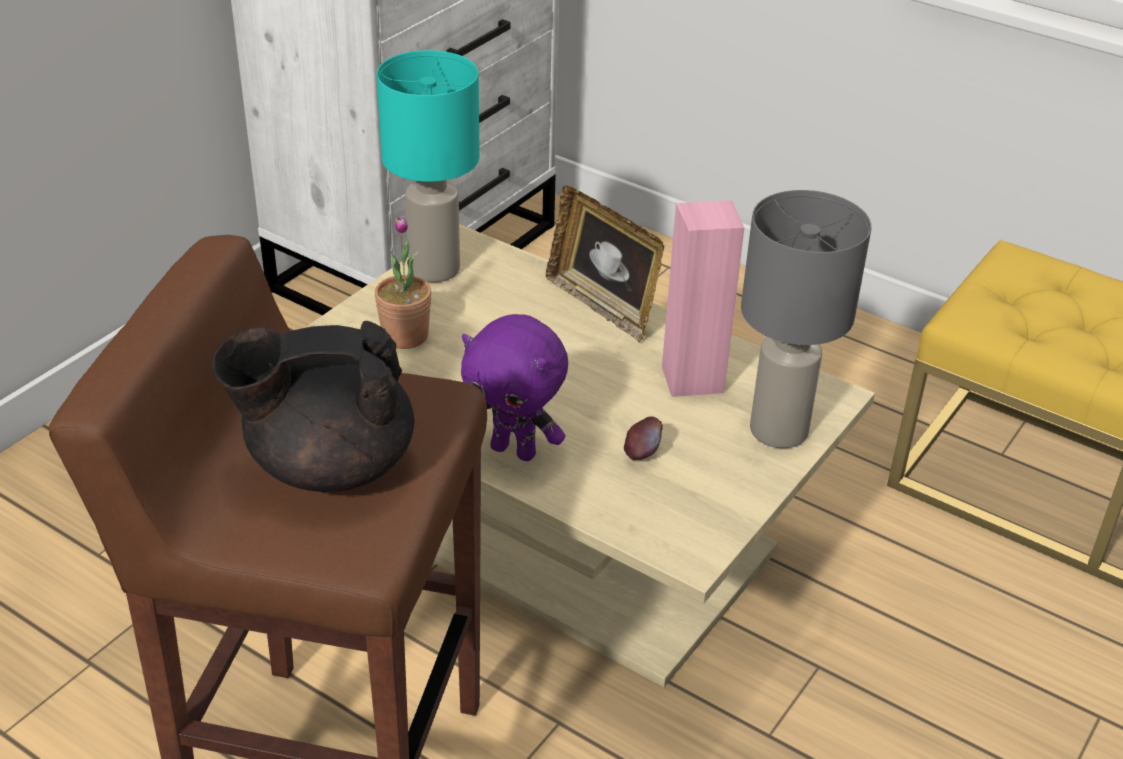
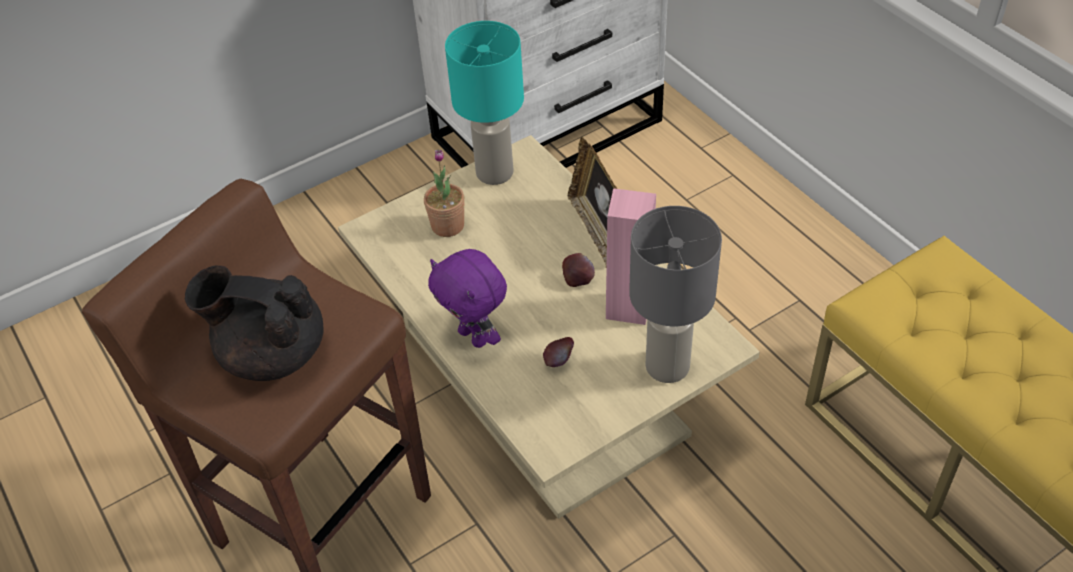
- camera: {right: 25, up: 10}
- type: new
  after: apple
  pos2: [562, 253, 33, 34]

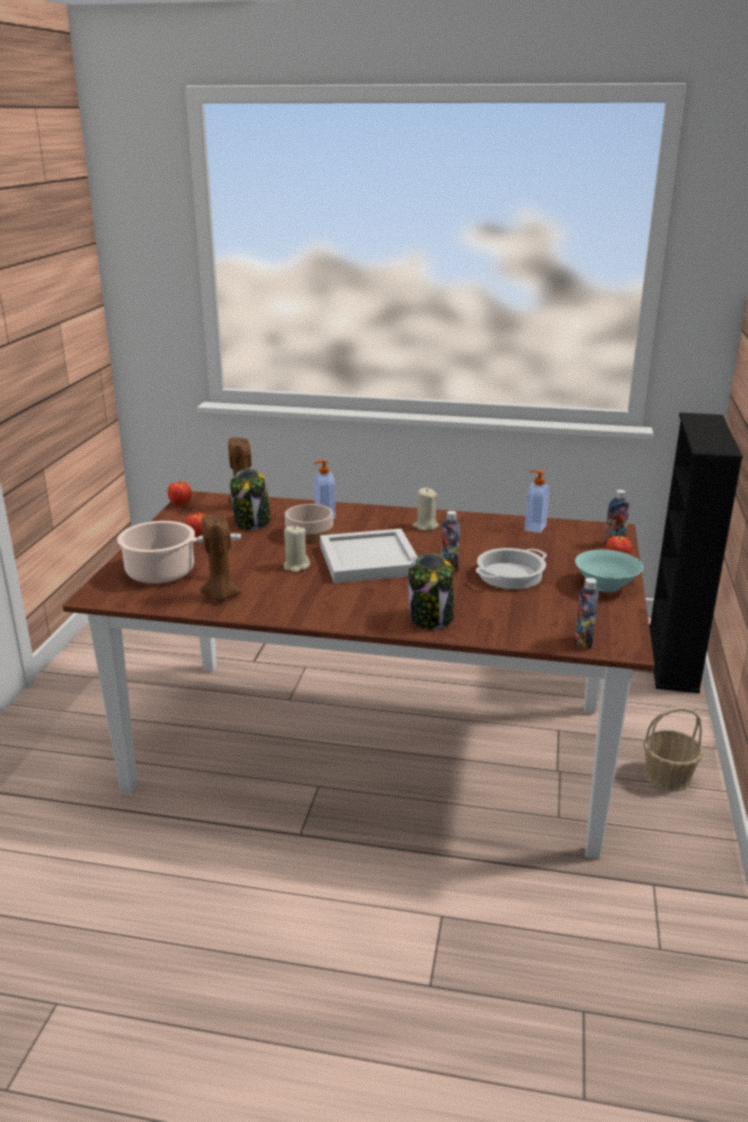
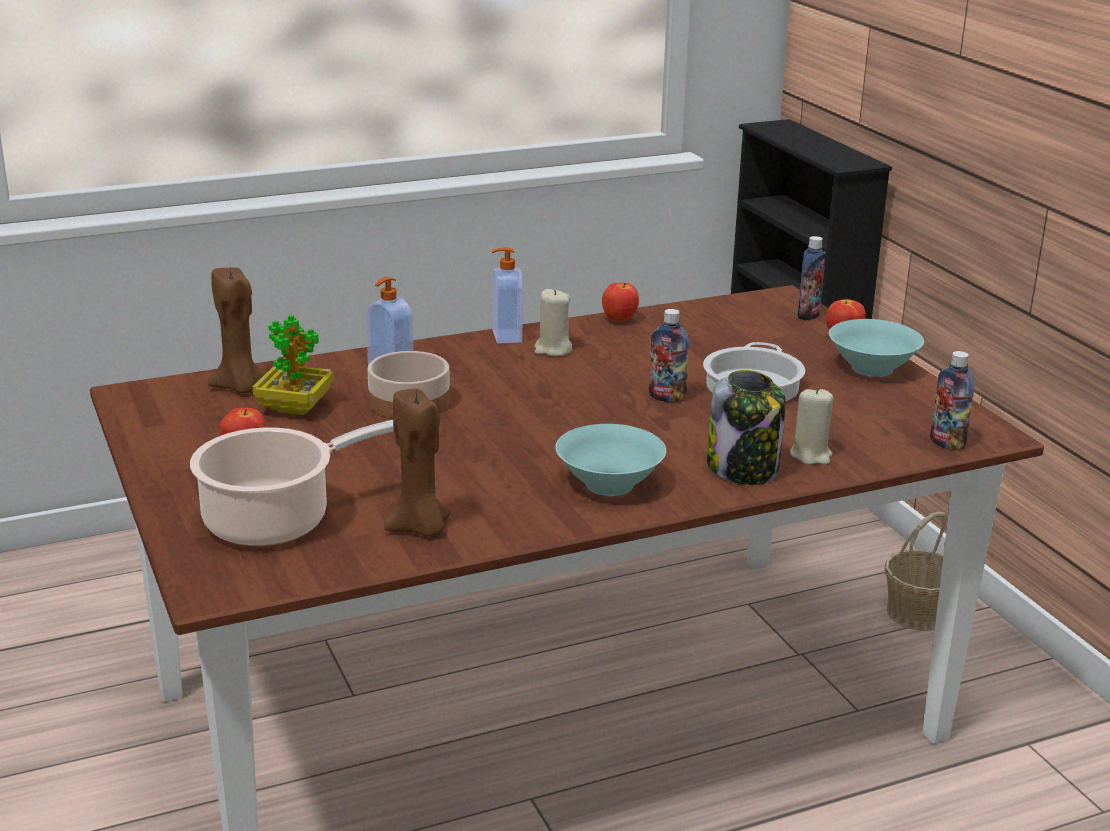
- camera: {right: -35, up: 0}
- type: gone
  before: white tray
  pos1: [320, 529, 98, 55]
- type: new
  after: turquoise bowl
  pos2: [555, 424, 111, 72]
- type: shifted
  before: apple
  pos1: [168, 481, 24, 25]
  pos2: [602, 282, 37, 40]
- type: shifted
  before: beige candle
  pos1: [284, 525, 26, 48]
  pos2: [790, 387, 43, 78]
- type: shifted
  before: soap dispenser
  pos1: [525, 470, 25, 63]
  pos2: [492, 247, 31, 97]
- type: swapped
  before: jar
  after: potted plant
  pos1: [230, 469, 41, 61]
  pos2: [252, 315, 82, 100]

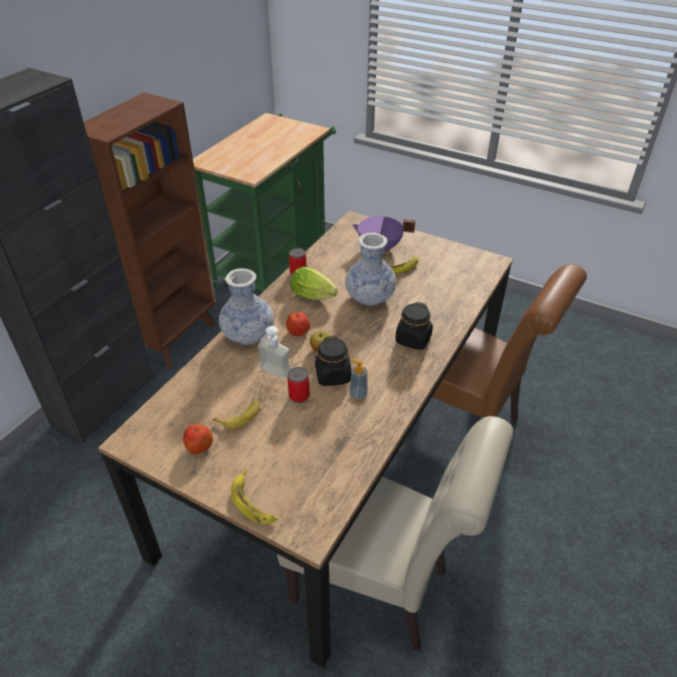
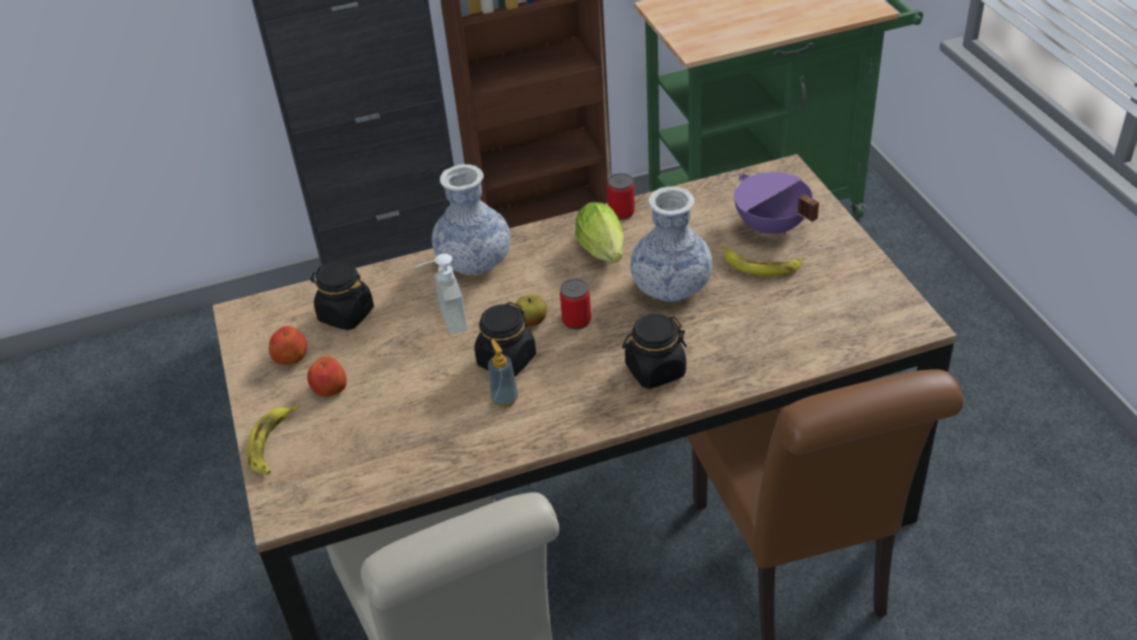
- camera: {right: 45, up: 0}
- type: gone
  before: banana
  pos1: [213, 399, 47, 30]
- type: new
  after: black jar
  pos2: [310, 261, 64, 69]
- type: shifted
  before: apple
  pos1: [286, 311, 24, 25]
  pos2: [307, 356, 40, 41]
- type: shifted
  before: can
  pos1: [287, 367, 23, 36]
  pos2: [560, 279, 31, 51]

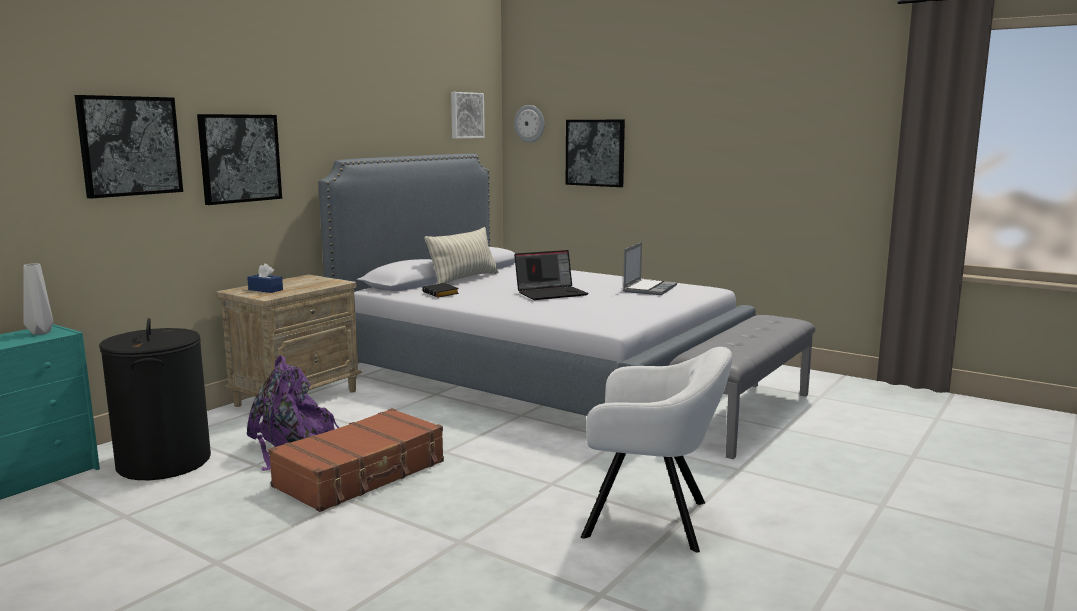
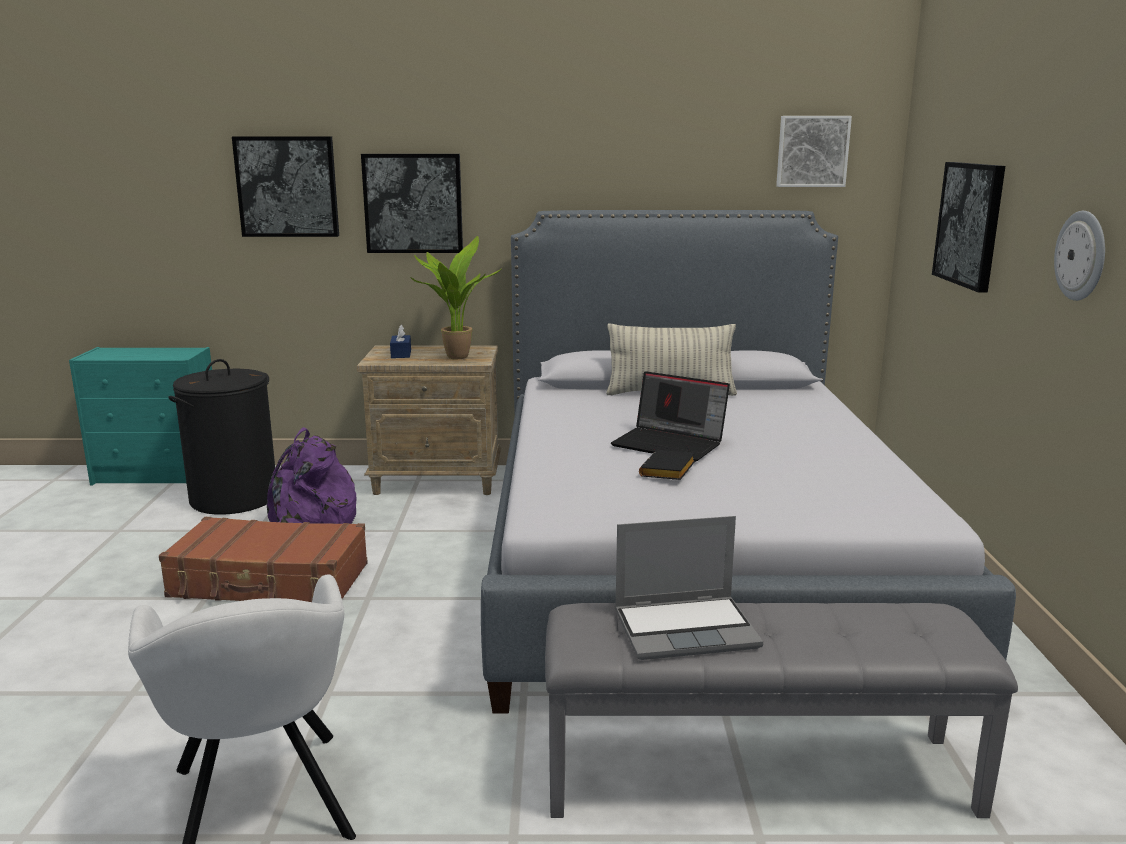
- camera: {right: 55, up: 5}
- type: gone
  before: grey vase
  pos1: [23, 263, 30, 72]
- type: new
  after: potted plant
  pos2: [410, 236, 93, 124]
- type: shifted
  before: black book
  pos1: [422, 283, 37, 15]
  pos2: [639, 450, 56, 30]
- type: shifted
  before: wall clock
  pos1: [514, 105, 30, 38]
  pos2: [1054, 211, 51, 90]
- type: shifted
  before: laptop
  pos1: [623, 242, 54, 53]
  pos2: [615, 516, 148, 144]

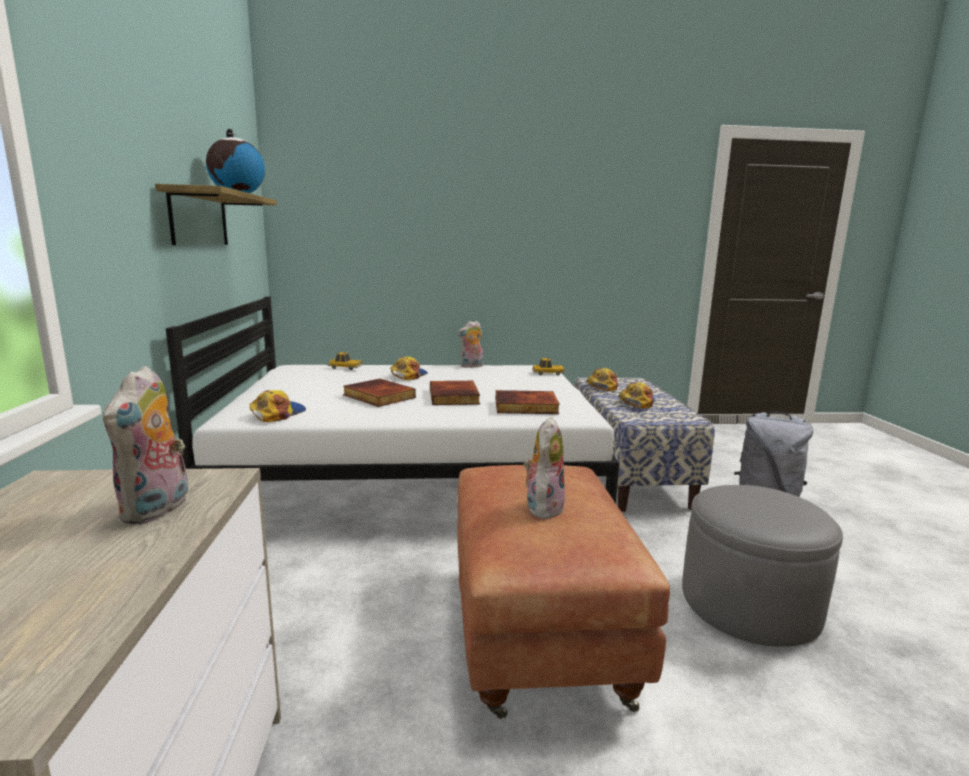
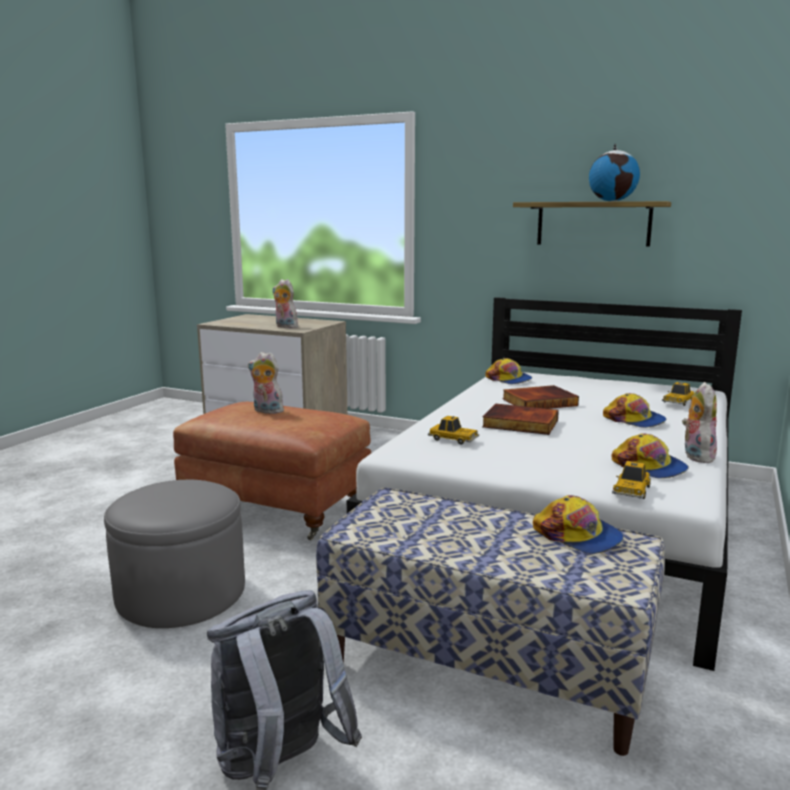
- camera: {right: 120, up: 0}
- type: shifted
  before: cap
  pos1: [619, 383, 37, 26]
  pos2: [612, 433, 77, 45]
- type: swapped
  before: book
  after: toy car
  pos1: [495, 390, 65, 24]
  pos2: [428, 416, 51, 29]
- type: rotated
  before: plush toy
  pos1: [524, 416, 41, 103]
  pos2: [248, 352, 36, 62]
  turn: 150

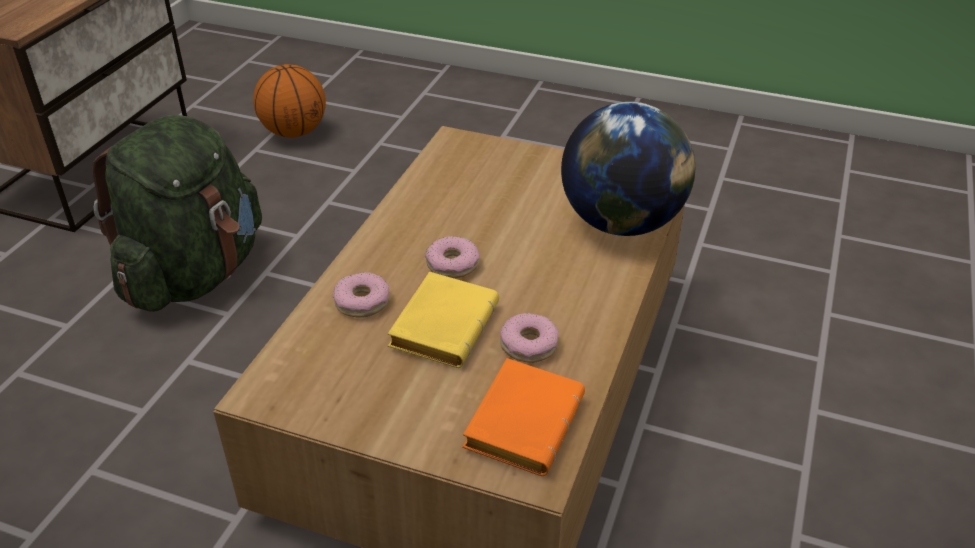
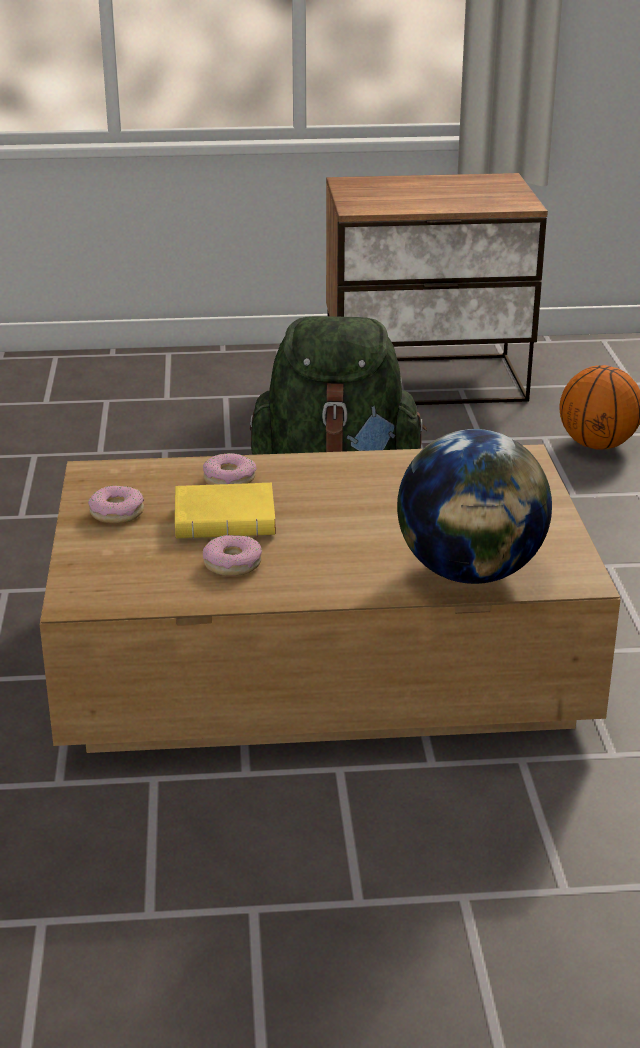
- camera: {right: 65, up: -10}
- type: gone
  before: orange book
  pos1: [462, 358, 123, 118]
- type: shifted
  before: donut
  pos1: [425, 236, 55, 42]
  pos2: [88, 486, 56, 38]

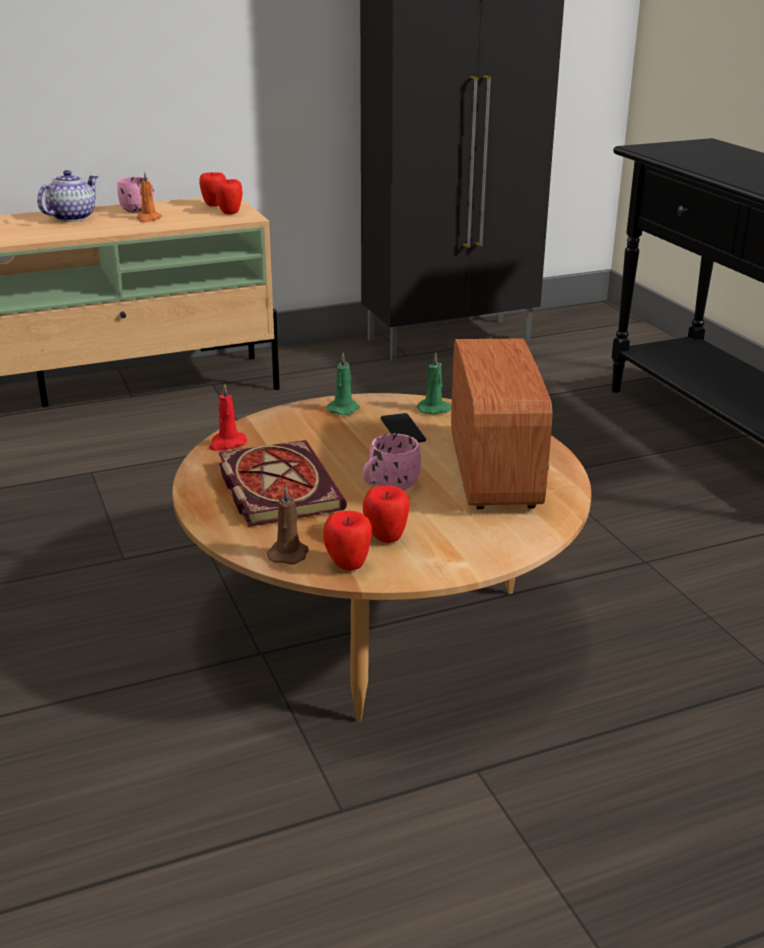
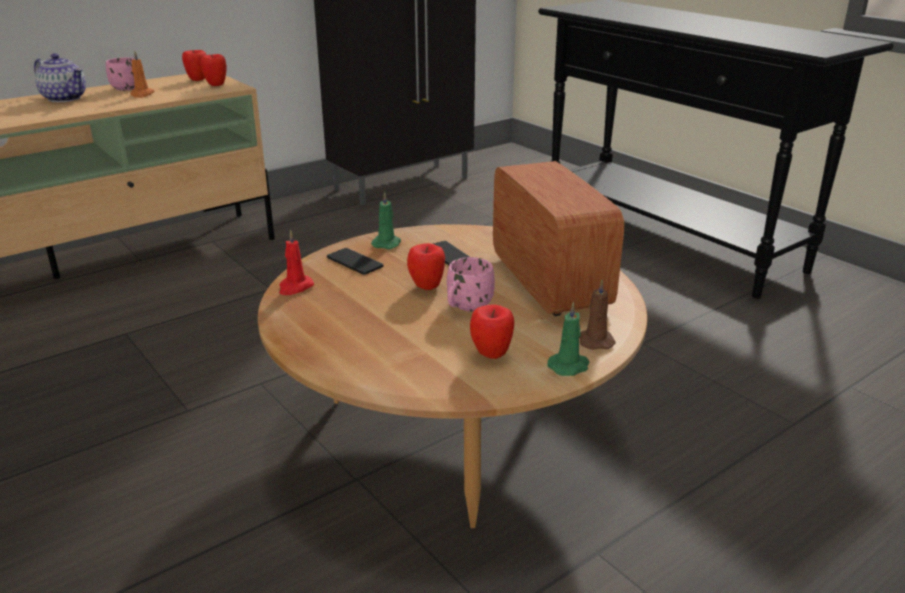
- camera: {right: -15, up: 0}
- type: gone
  before: book
  pos1: [218, 440, 129, 87]
- type: new
  after: phone
  pos2: [327, 248, 56, 27]
- type: shifted
  before: brown candle
  pos1: [267, 486, 42, 79]
  pos2: [579, 279, 37, 71]
- type: shifted
  before: apple
  pos1: [323, 511, 49, 60]
  pos2: [407, 243, 38, 47]
- type: shifted
  before: green candle
  pos1: [417, 353, 35, 61]
  pos2: [547, 302, 42, 74]
- type: rotated
  before: teapot
  pos1: [37, 170, 61, 52]
  pos2: [34, 53, 52, 49]
  turn: 105

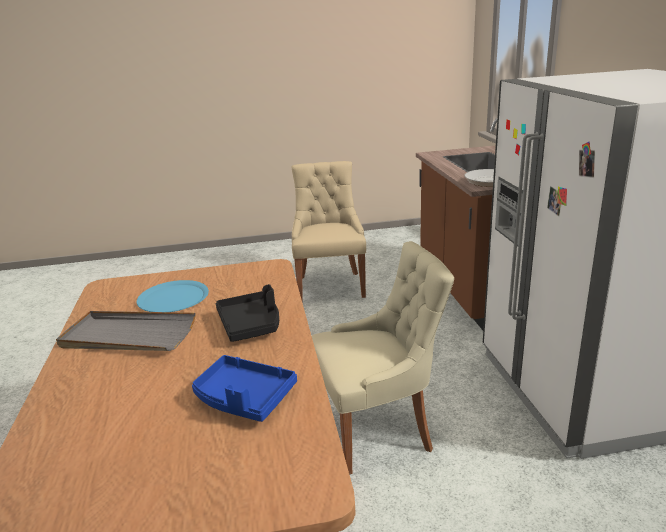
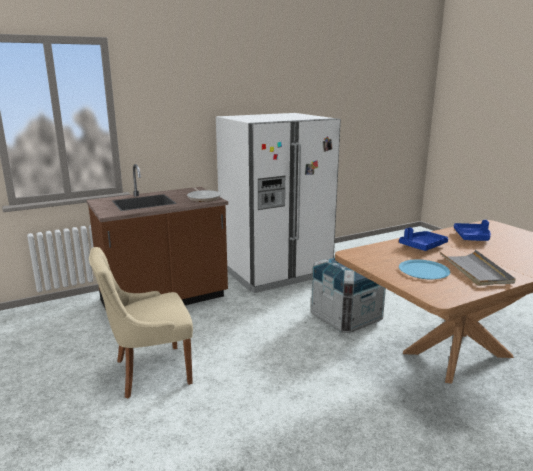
- camera: {right: -110, up: -5}
- type: swapped
  before: beige chair
  after: crate
  pos1: [312, 241, 142, 234]
  pos2: [311, 258, 75, 75]
- type: repainted
  before: black tray
  after: blue tray
  pos1: [216, 284, 63, 58]
  pos2: [399, 227, 49, 24]

